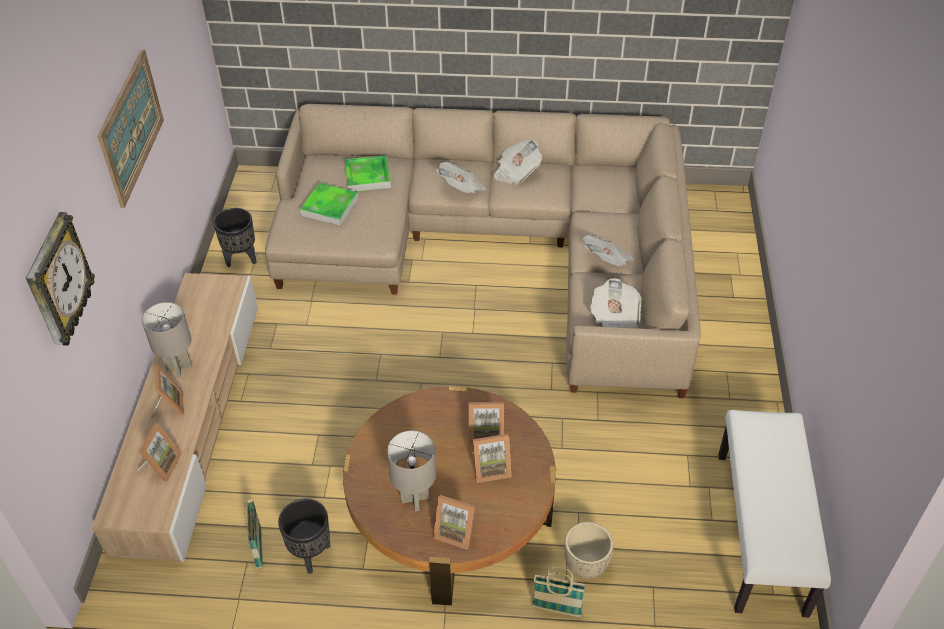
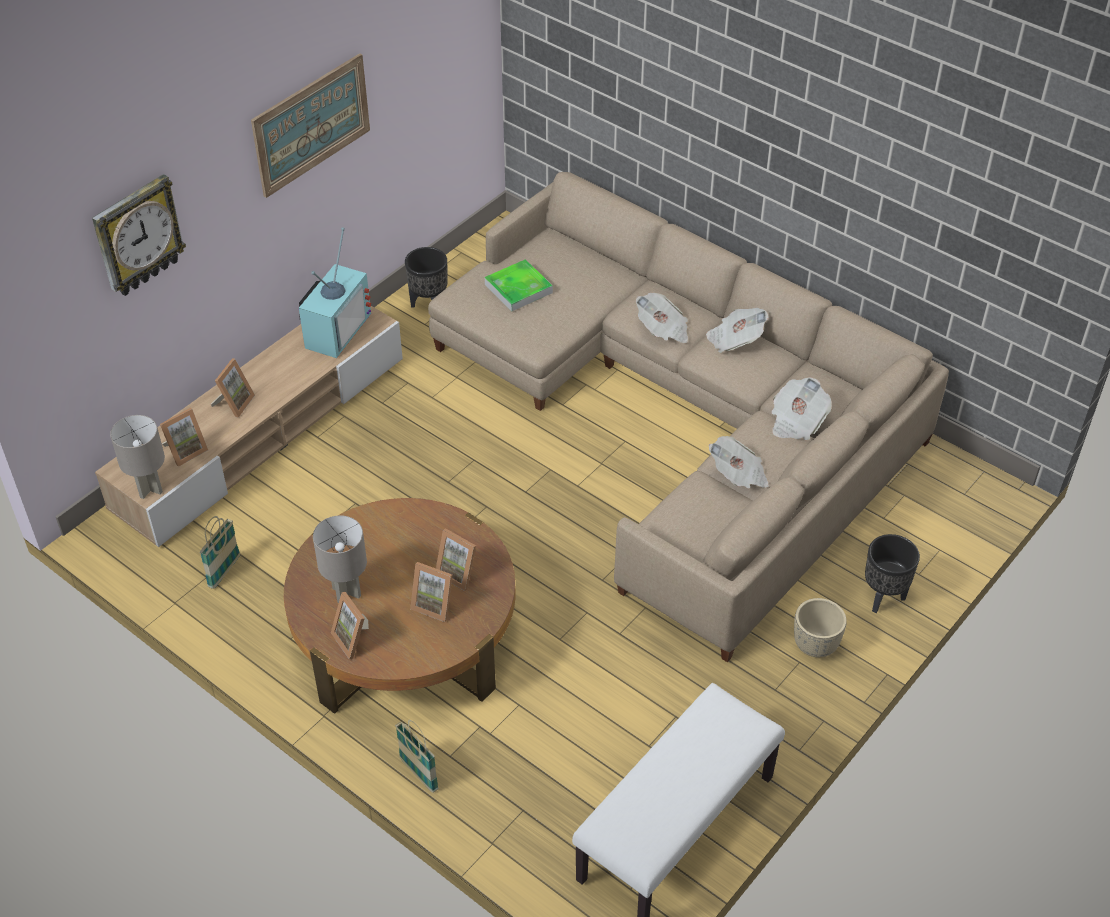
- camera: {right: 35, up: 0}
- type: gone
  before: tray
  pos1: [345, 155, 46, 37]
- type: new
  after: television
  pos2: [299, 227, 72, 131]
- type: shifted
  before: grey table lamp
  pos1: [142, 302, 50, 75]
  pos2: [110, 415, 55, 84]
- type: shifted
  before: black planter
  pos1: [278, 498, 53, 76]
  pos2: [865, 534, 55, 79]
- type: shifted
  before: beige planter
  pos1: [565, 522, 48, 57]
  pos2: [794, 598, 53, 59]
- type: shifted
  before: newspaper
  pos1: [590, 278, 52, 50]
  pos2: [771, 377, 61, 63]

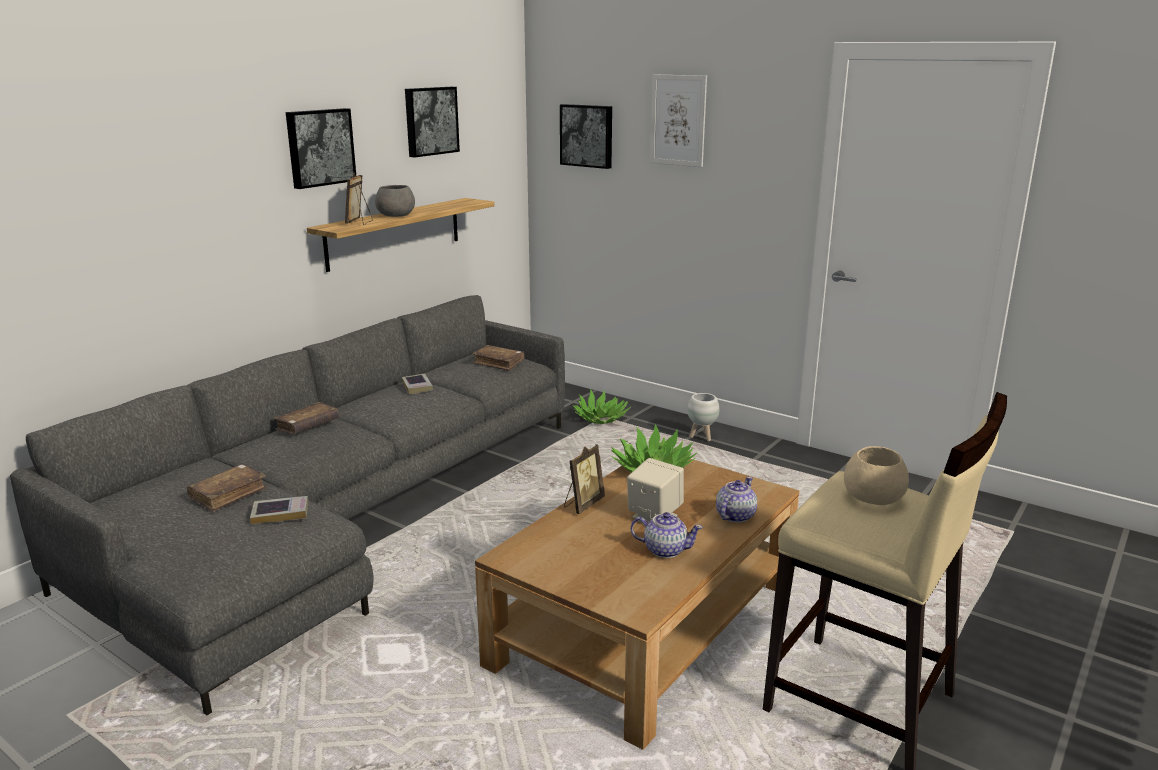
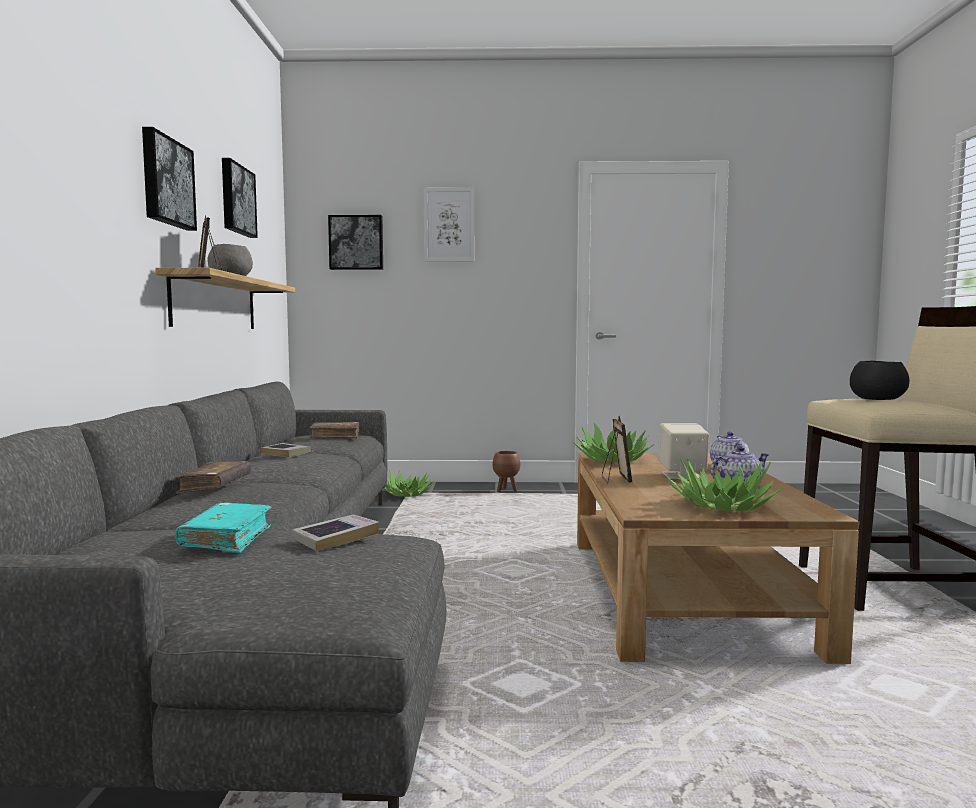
- camera: {right: -35, up: -15}
- type: new
  after: potted plant
  pos2: [667, 458, 117, 53]
- type: repainted
  before: brown book
  after: turquoise book
  pos1: [187, 464, 80, 48]
  pos2: [175, 503, 96, 50]
- type: repainted
  before: white planter
  after: brown planter
  pos1: [688, 393, 31, 48]
  pos2: [493, 451, 27, 41]
- type: repainted
  before: beige bowl
  after: black bowl
  pos1: [844, 446, 65, 59]
  pos2: [850, 361, 59, 39]

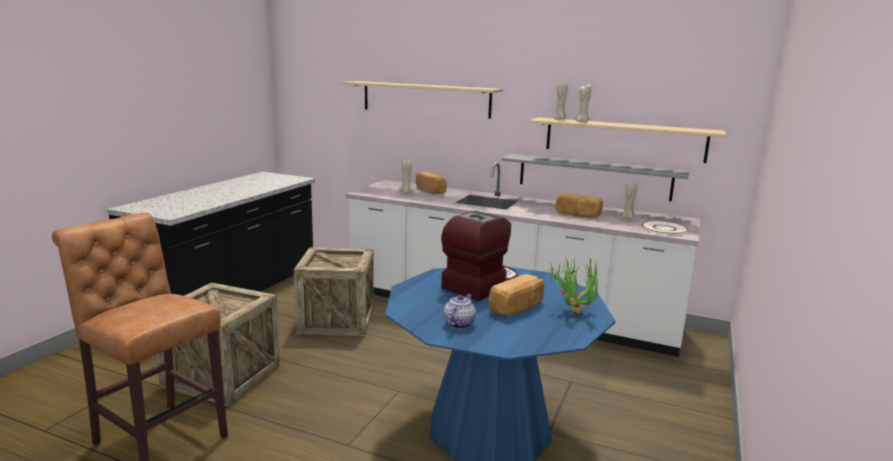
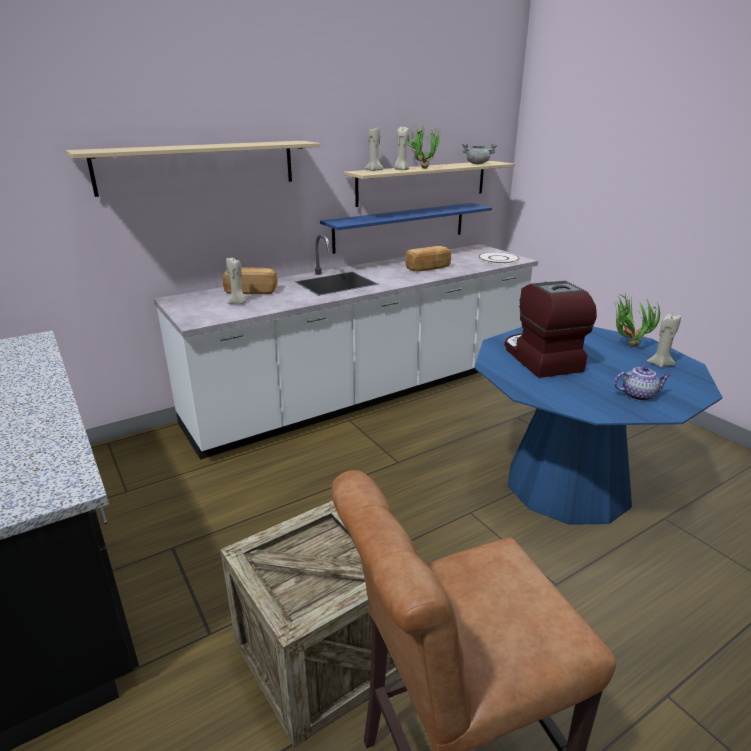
- camera: {right: -55, up: 10}
- type: gone
  before: crate
  pos1: [294, 247, 80, 89]
- type: gone
  before: bread
  pos1: [489, 274, 55, 42]
- type: new
  after: potted plant
  pos2: [407, 125, 33, 44]
- type: new
  after: grey cooking pot
  pos2: [462, 143, 35, 21]
- type: shifted
  before: beige candle
  pos1: [622, 183, 15, 37]
  pos2: [647, 314, 34, 54]
- type: repainted
  before: grey shelf
  after: blue shelf
  pos1: [502, 154, 187, 47]
  pos2: [320, 203, 172, 51]
- type: rotated
  before: teapot
  pos1: [443, 294, 33, 35]
  pos2: [614, 366, 57, 35]
  turn: 120

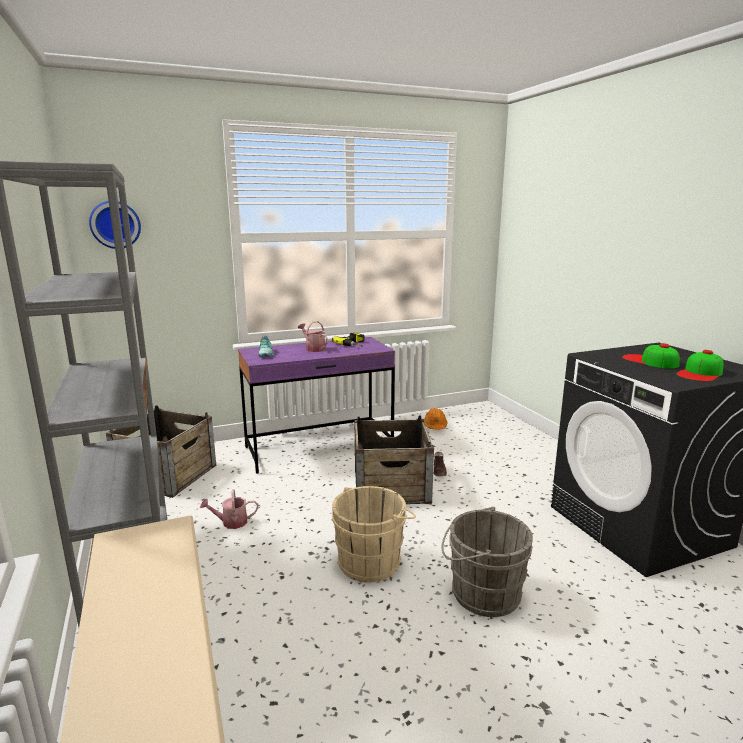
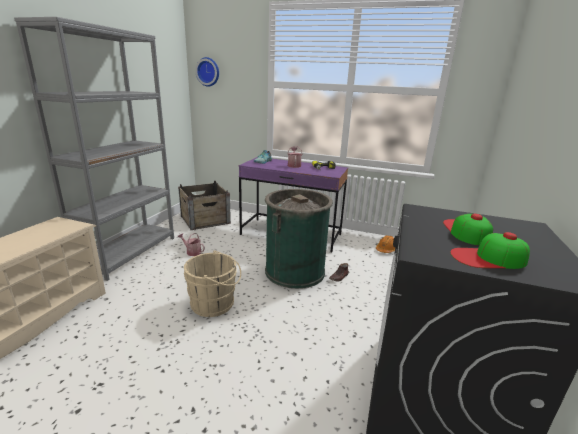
- camera: {right: 40, up: 5}
- type: gone
  before: grey bucket
  pos1: [442, 507, 91, 110]
- type: swapped
  before: crate
  after: green trash can
  pos1: [355, 416, 79, 88]
  pos2: [265, 189, 68, 100]

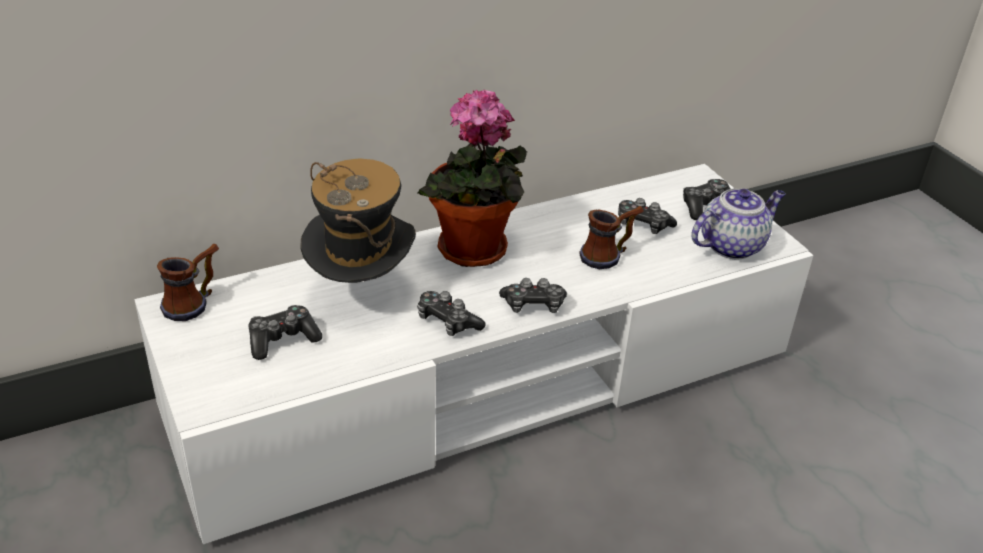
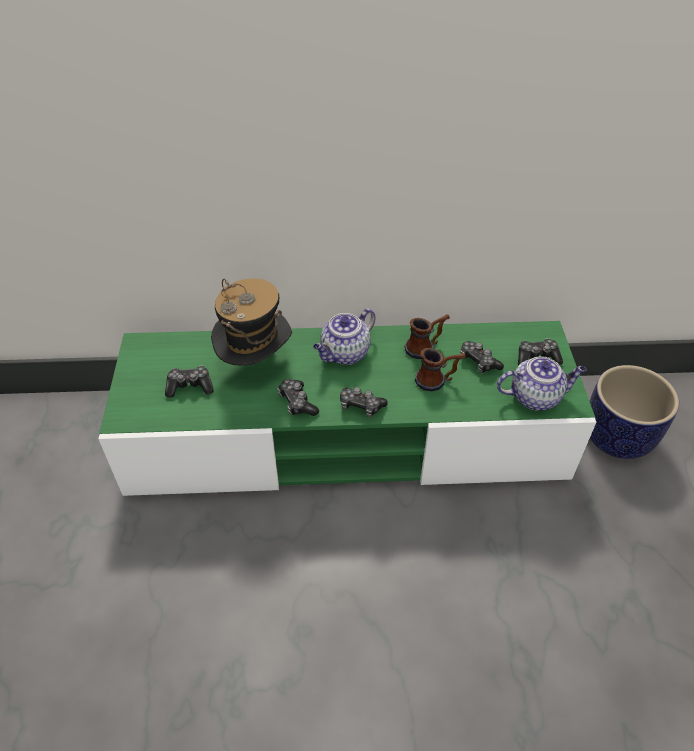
- camera: {right: 25, up: 10}
- type: new
  after: planter
  pos2: [590, 365, 89, 94]
- type: shifted
  before: mug
  pos1: [157, 244, 62, 77]
  pos2: [405, 314, 45, 45]
- type: swapped
  before: potted plant
  after: teapot
  pos1: [418, 90, 109, 177]
  pos2: [313, 308, 63, 57]
- type: repainted
  before: white tv stand
  after: green tv stand
  pos1: [134, 164, 679, 380]
  pos2: [99, 321, 497, 175]

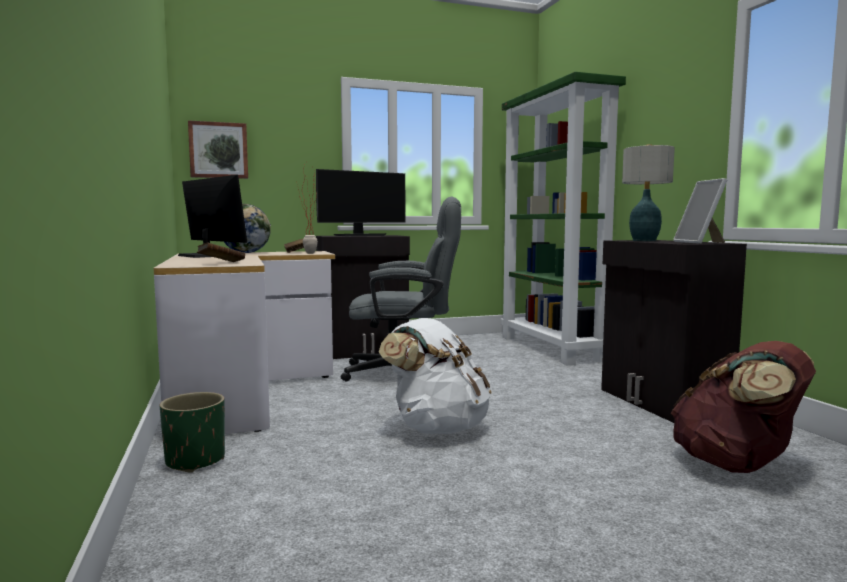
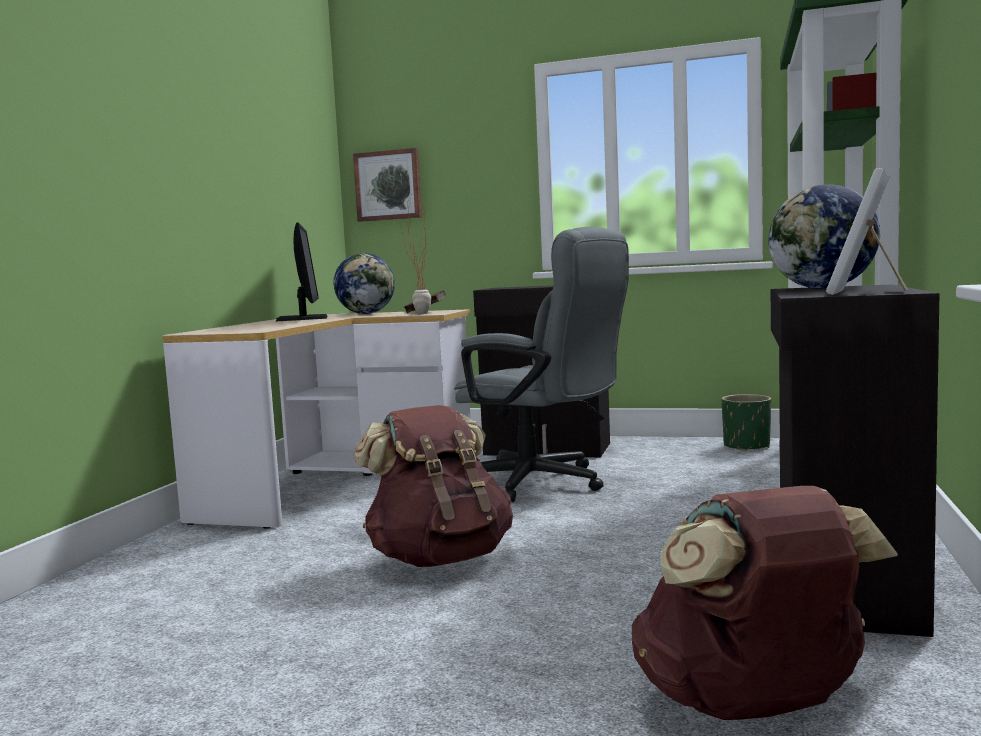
- camera: {right: 35, up: 0}
- type: gone
  before: brown book
  pos1: [197, 243, 48, 19]
- type: gone
  before: monitor
  pos1: [316, 169, 89, 67]
- type: shifted
  before: green planter
  pos1: [159, 392, 66, 81]
  pos2: [721, 394, 50, 58]
- type: swapped
  before: table lamp
  after: globe
  pos1: [622, 144, 53, 97]
  pos2: [768, 184, 112, 105]
- type: repainted
  before: white backpack
  after: brown backpack
  pos1: [379, 318, 113, 116]
  pos2: [353, 405, 160, 162]

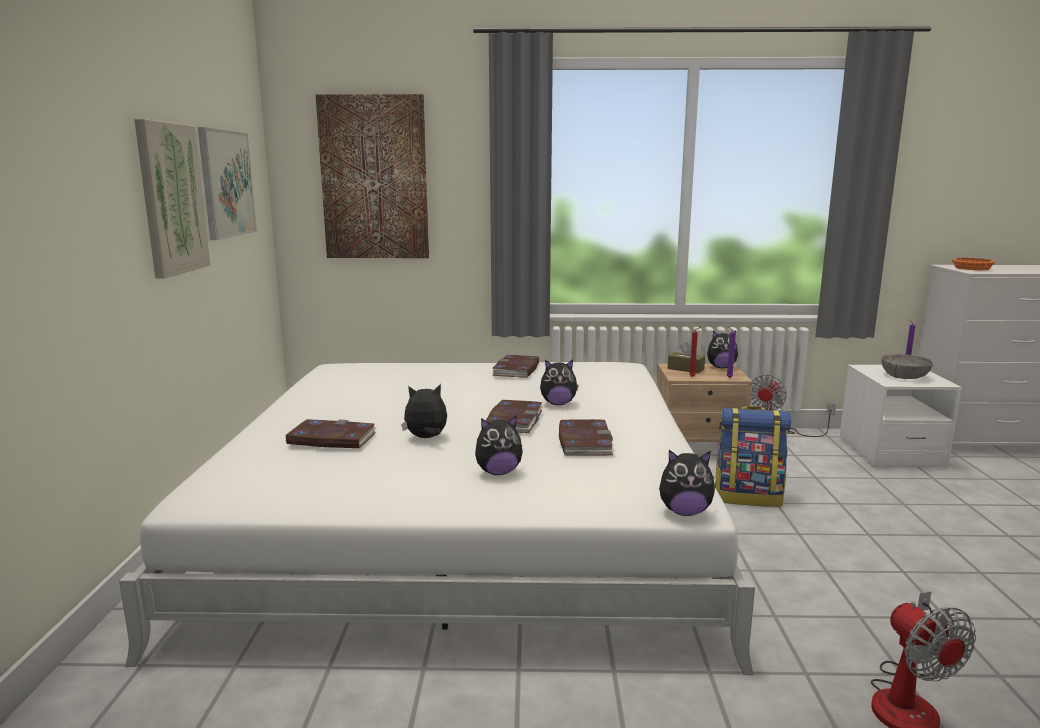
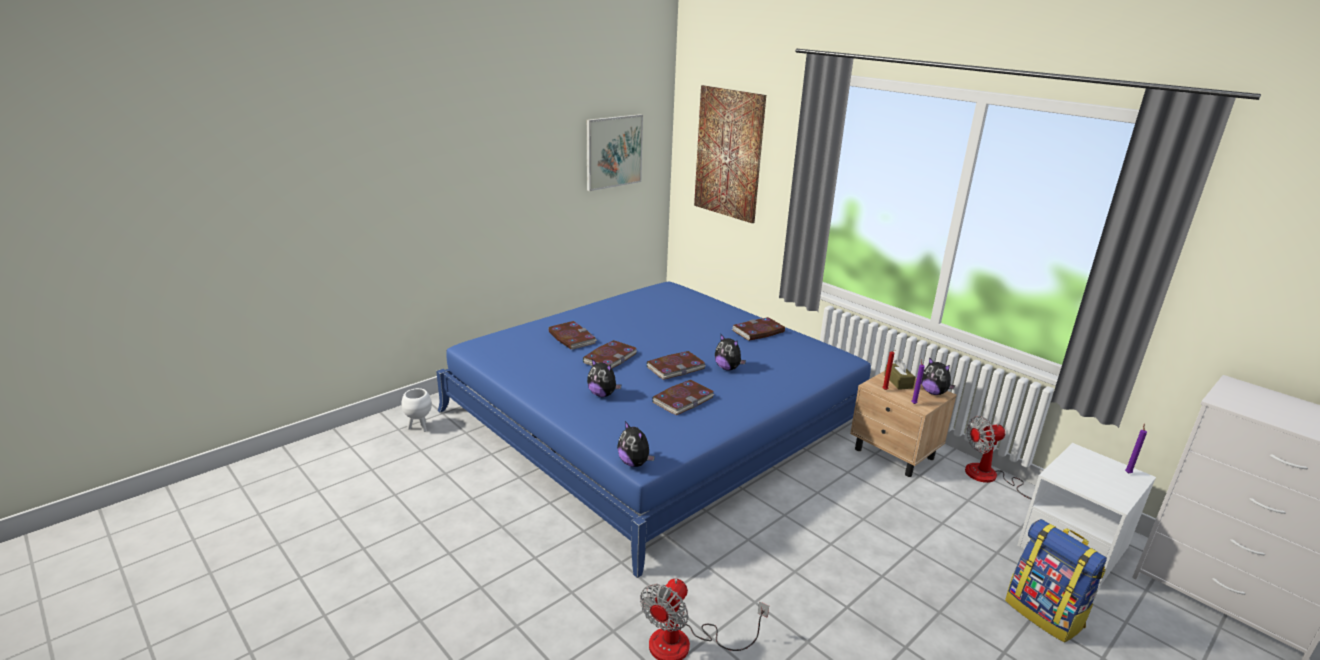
- camera: {right: 45, up: 10}
- type: gone
  before: picture
  pos1: [134, 119, 76, 159]
- type: gone
  before: grey bowl
  pos1: [881, 354, 52, 25]
- type: gone
  before: orange bowl
  pos1: [952, 258, 43, 12]
- type: new
  after: white planter
  pos2: [401, 388, 31, 44]
- type: shifted
  before: backpack
  pos1: [714, 406, 77, 101]
  pos2: [1005, 519, 102, 124]
- type: swapped
  before: plush toy
  after: book
  pos1: [401, 384, 46, 54]
  pos2: [583, 340, 54, 29]
- type: repainted
  before: white bed
  after: blue bed
  pos1: [119, 362, 636, 313]
  pos2: [436, 282, 435, 296]

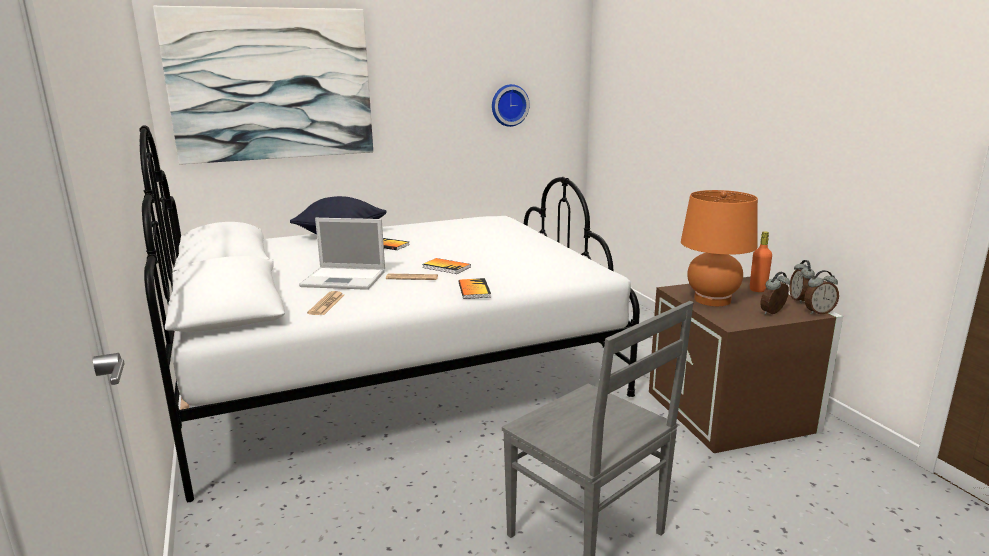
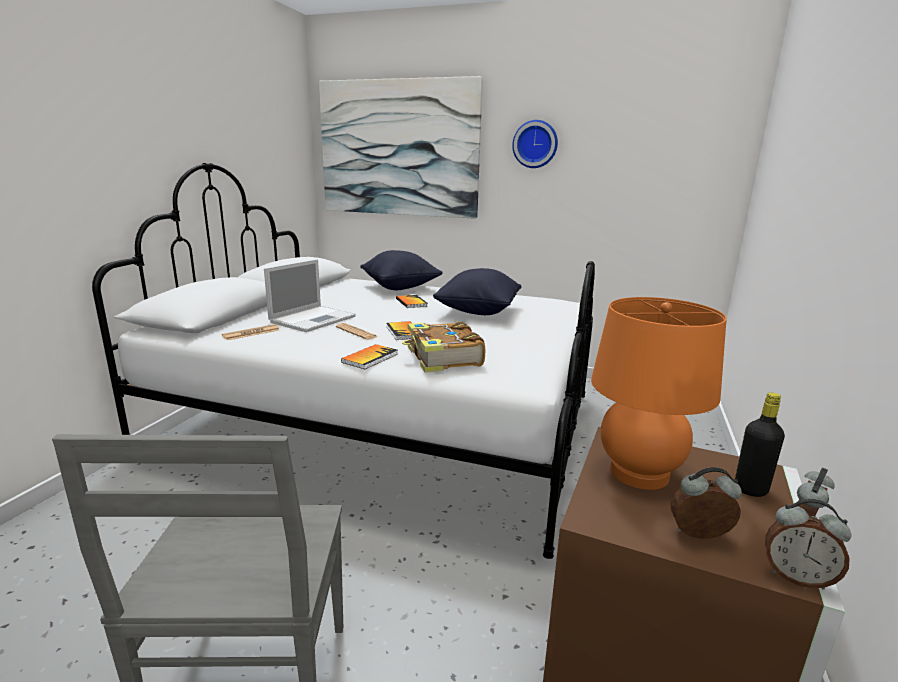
- camera: {right: 40, up: 0}
- type: new
  after: book
  pos2: [402, 321, 83, 52]
- type: new
  after: black pillow
  pos2: [433, 268, 88, 47]
- type: shifted
  before: wall clock
  pos1: [492, 84, 37, 43]
  pos2: [512, 120, 46, 48]
- type: repainted
  before: orange bottle
  after: black bottle
  pos1: [750, 231, 22, 61]
  pos2: [735, 393, 50, 104]
- type: rotated
  before: laptop
  pos1: [299, 218, 86, 72]
  pos2: [264, 259, 92, 73]
  turn: -105

